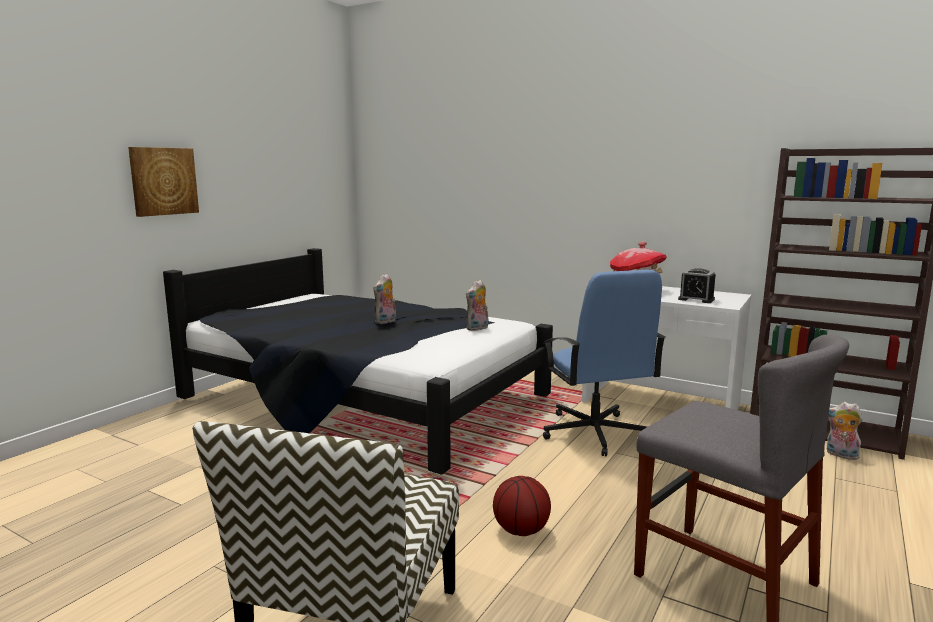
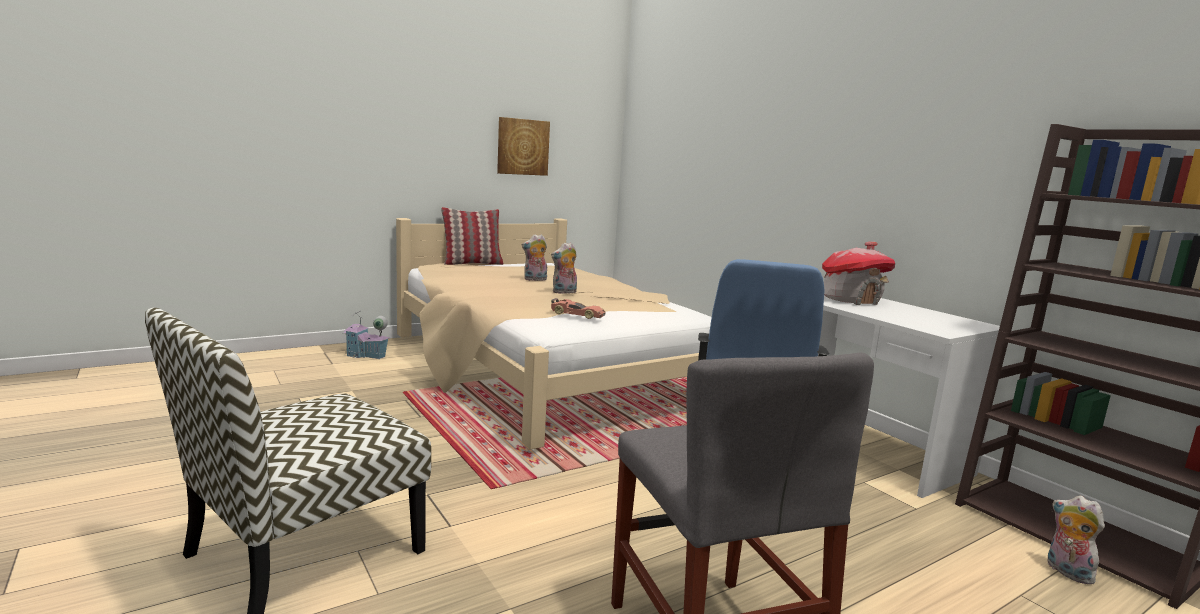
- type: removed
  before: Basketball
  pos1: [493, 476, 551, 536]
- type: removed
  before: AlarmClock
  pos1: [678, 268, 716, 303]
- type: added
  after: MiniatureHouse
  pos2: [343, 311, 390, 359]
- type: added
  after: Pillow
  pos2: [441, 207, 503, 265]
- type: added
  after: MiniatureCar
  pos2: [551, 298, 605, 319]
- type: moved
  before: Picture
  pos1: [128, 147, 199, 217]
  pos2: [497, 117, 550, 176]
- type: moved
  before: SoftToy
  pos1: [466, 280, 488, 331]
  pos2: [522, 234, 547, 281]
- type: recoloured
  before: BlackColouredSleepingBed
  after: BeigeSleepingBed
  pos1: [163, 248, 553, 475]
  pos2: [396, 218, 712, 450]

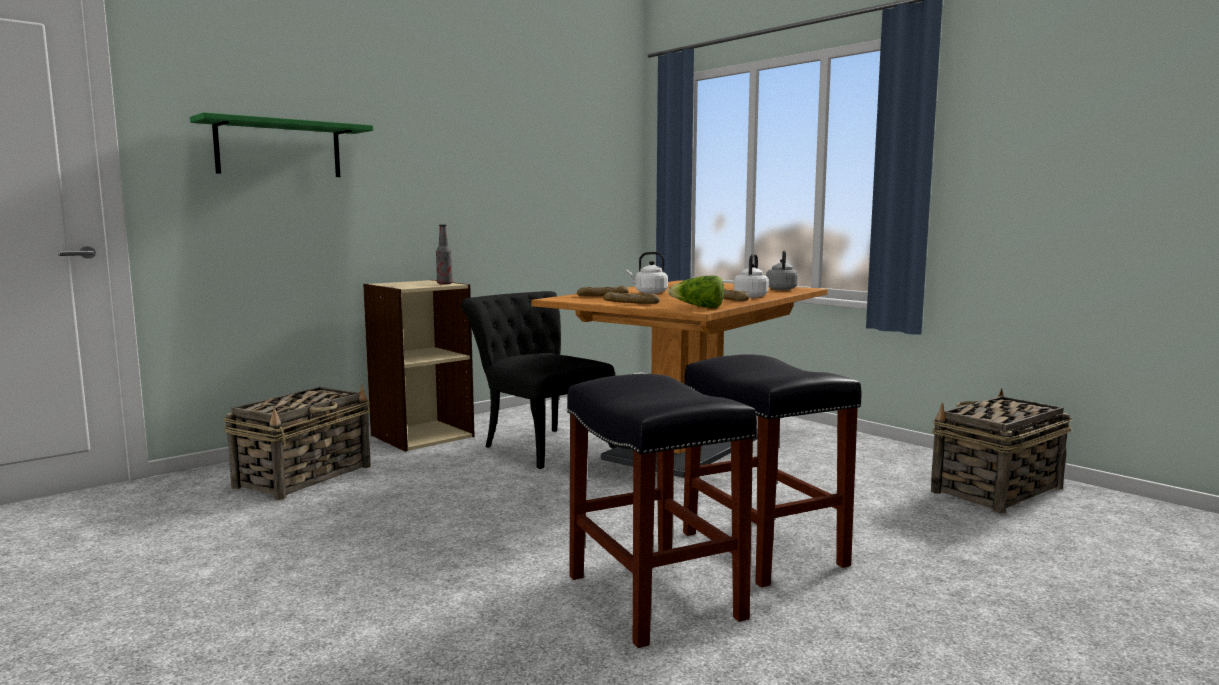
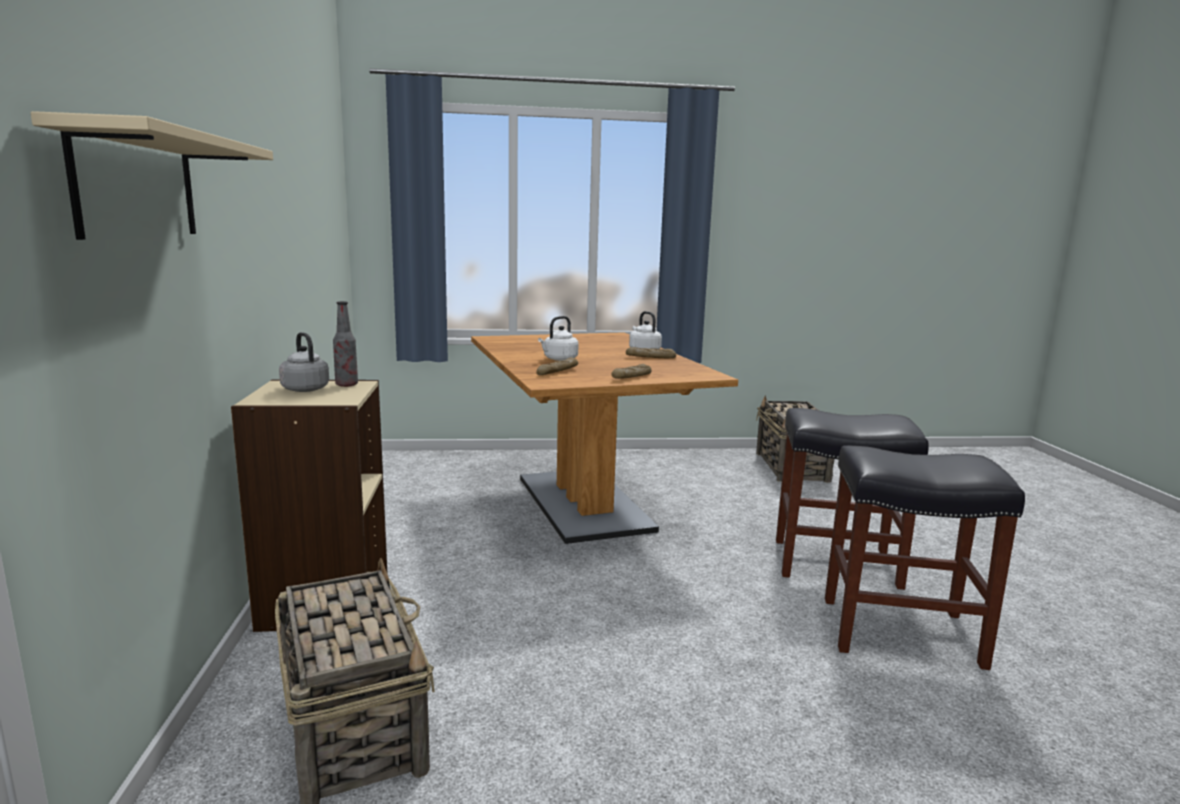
- type: removed
  before: BlackColouredChair
  pos1: [461, 291, 616, 469]
- type: removed
  before: HeadOfLettuce
  pos1: [668, 276, 724, 308]
- type: moved
  before: GrayWaterKettle
  pos1: [766, 250, 798, 290]
  pos2: [279, 332, 329, 392]
- type: recoloured
  before: GreenWallShelf
  after: BeigeWallShelf
  pos1: [190, 112, 373, 177]
  pos2: [31, 111, 273, 240]

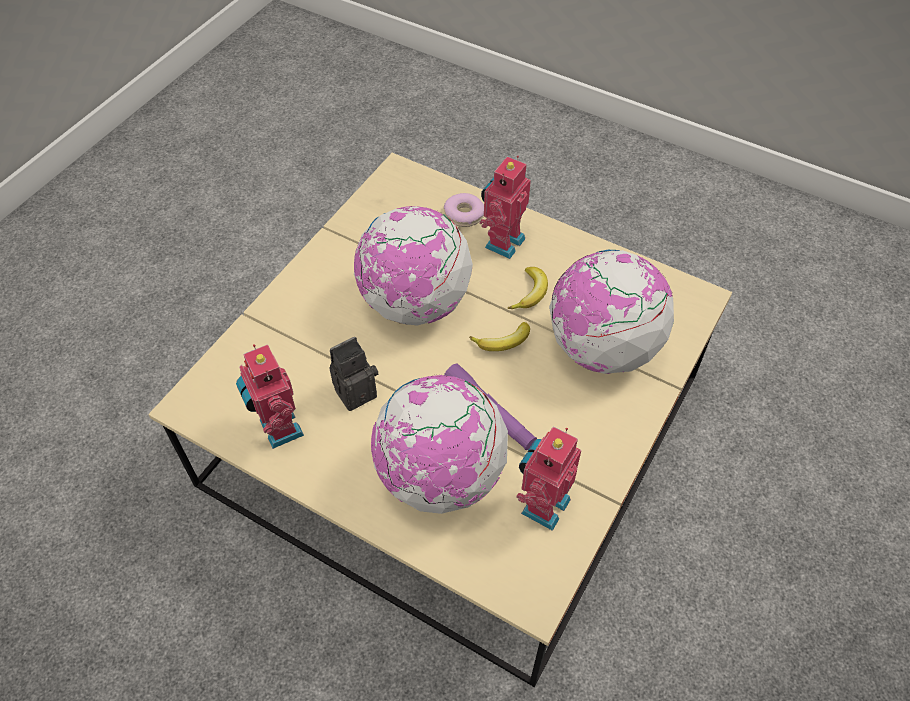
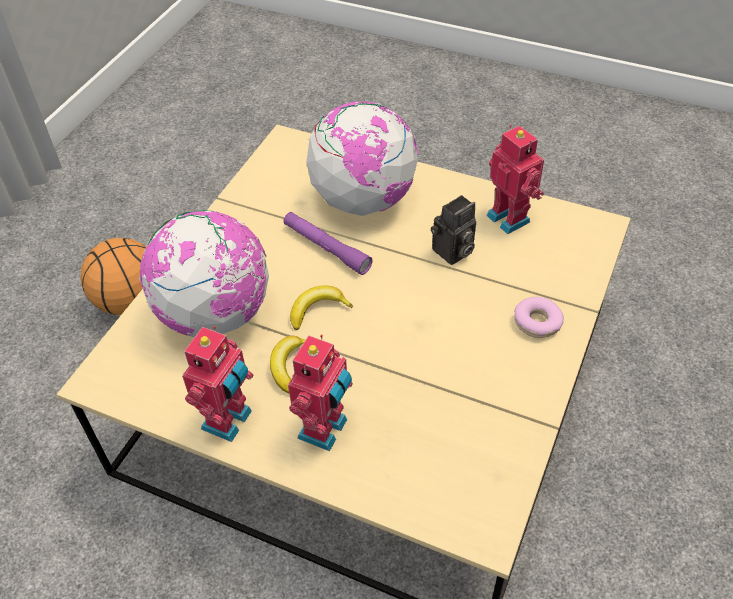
- type: removed
  before: WorldGlobe
  pos1: [354, 206, 473, 326]
- type: added
  after: Basketball
  pos2: [80, 238, 146, 315]
- type: moved
  before: Doughnut
  pos1: [444, 193, 484, 227]
  pos2: [514, 297, 564, 338]
- type: moved
  before: RobotFigure
  pos1: [516, 426, 581, 531]
  pos2: [182, 326, 253, 442]

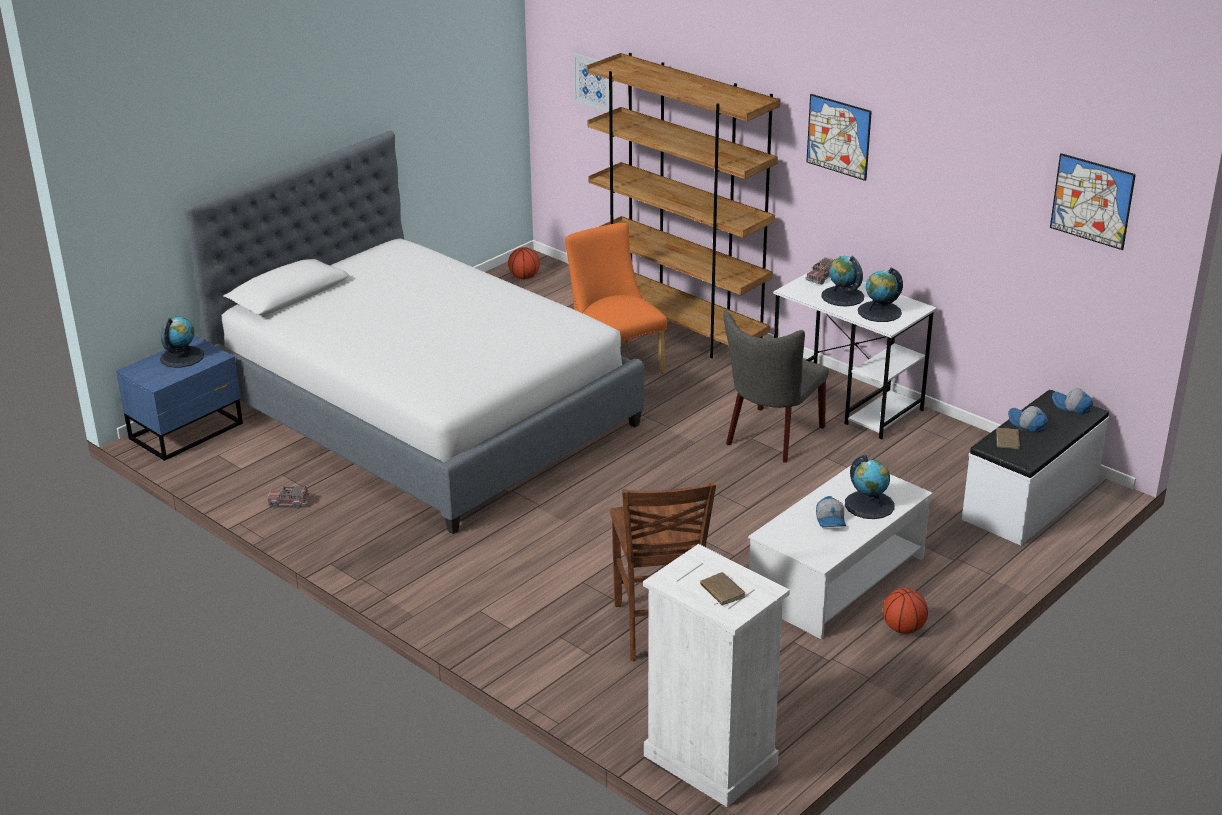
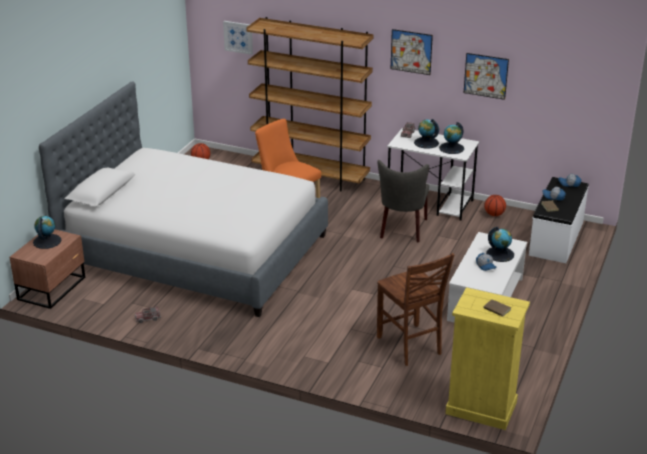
- type: moved
  before: Basketball
  pos1: [883, 588, 928, 634]
  pos2: [484, 195, 506, 216]
- type: moved
  before: Picture
  pos1: [1050, 153, 1136, 250]
  pos2: [464, 53, 509, 100]
- type: recoloured
  before: BlueNightstand
  after: BrownishNightstand
  pos1: [116, 336, 243, 461]
  pos2: [9, 229, 85, 309]
- type: recoloured
  before: WhiteDrawerChest
  after: YellowDrawerChest
  pos1: [643, 544, 790, 807]
  pos2: [445, 287, 530, 430]

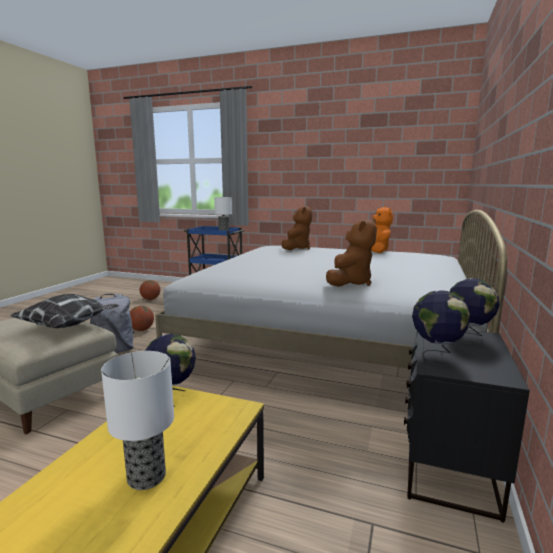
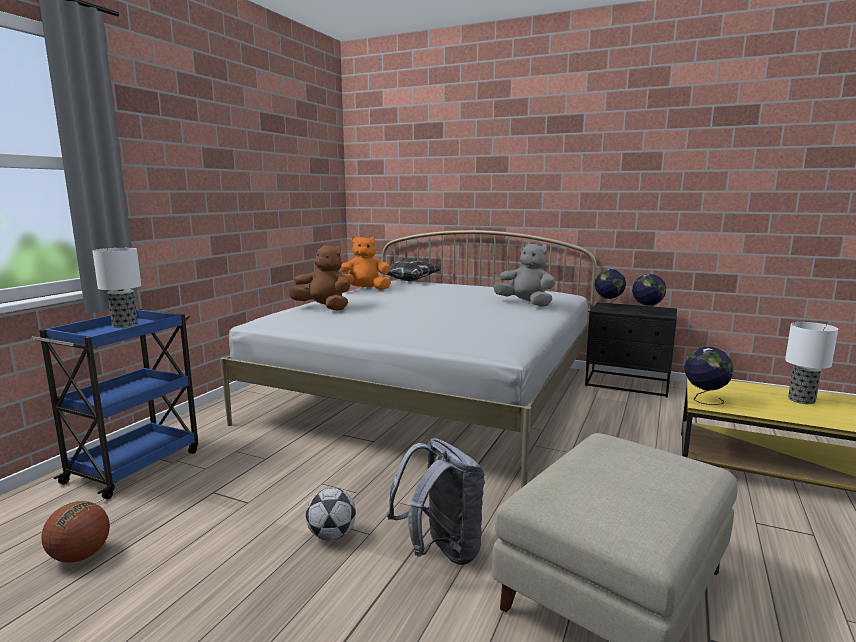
- type: moved
  before: Pillow
  pos1: [10, 294, 119, 328]
  pos2: [378, 258, 441, 281]
- type: replaced
  before: Basketball
  after: BallForFootball
  pos1: [130, 306, 154, 331]
  pos2: [306, 488, 356, 540]
- type: recoloured
  before: BrownishSoftToy
  after: GraySoftToy
  pos1: [326, 218, 377, 287]
  pos2: [493, 242, 556, 307]

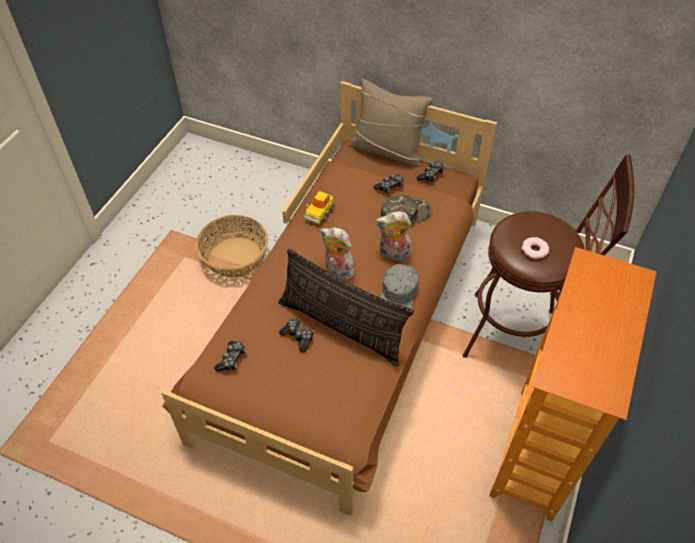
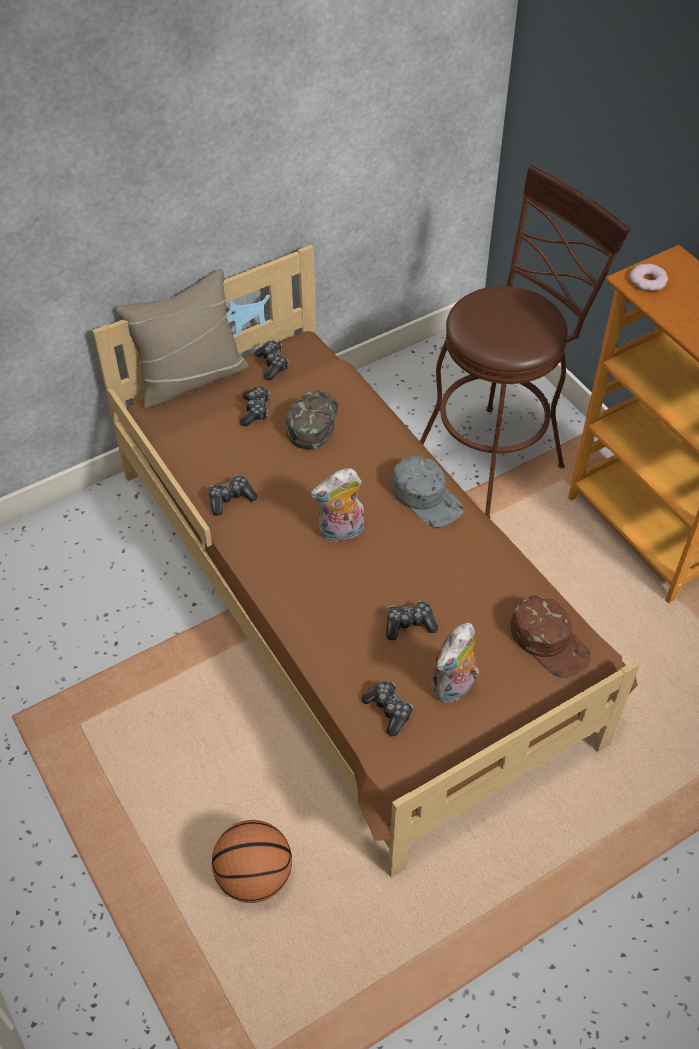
- type: removed
  before: Basket
  pos1: [196, 215, 268, 278]
- type: removed
  before: Pillow
  pos1: [278, 249, 414, 367]
- type: added
  after: Basketball
  pos2: [212, 820, 292, 903]
- type: added
  after: BrownishCap
  pos2: [511, 596, 592, 678]
- type: moved
  before: SoftToy
  pos1: [375, 212, 411, 263]
  pos2: [431, 623, 479, 703]
- type: moved
  before: Doughnut
  pos1: [522, 237, 549, 259]
  pos2: [629, 264, 668, 291]
- type: replaced
  before: MiniatureCar
  after: Gamepad
  pos1: [304, 190, 334, 224]
  pos2: [209, 475, 257, 516]

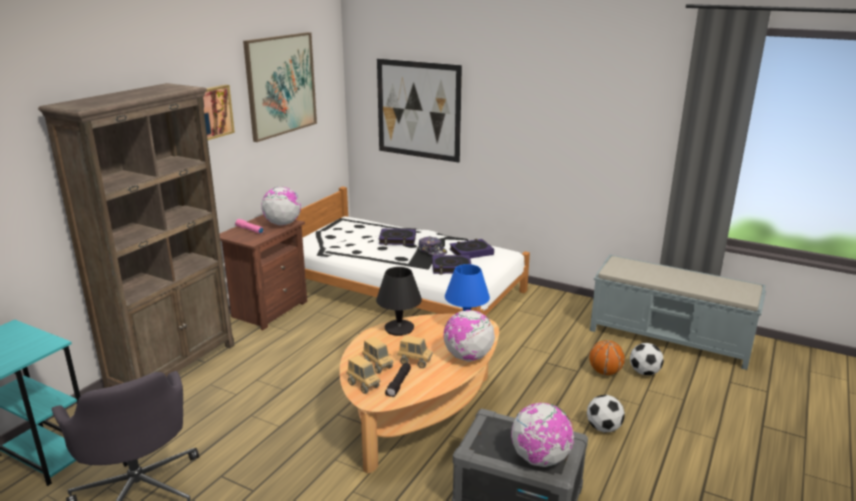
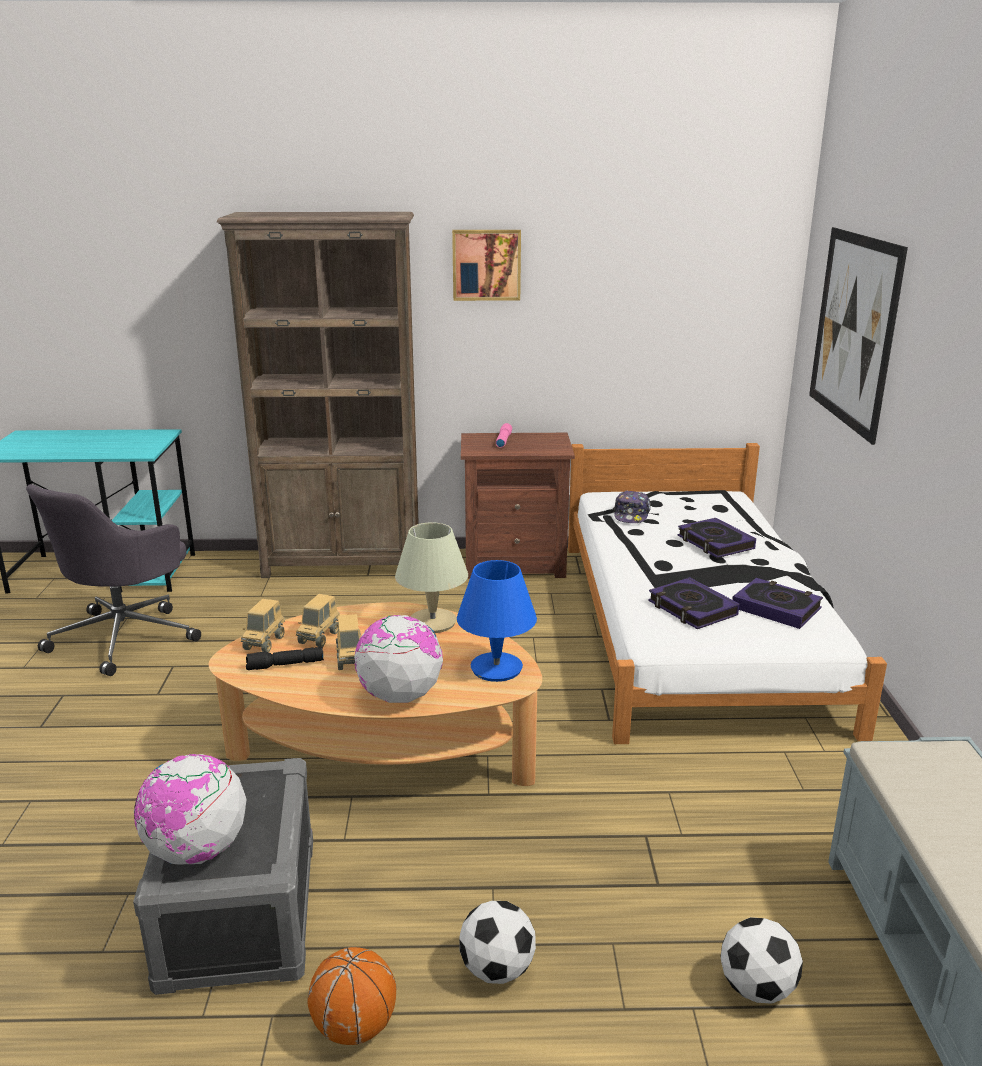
- type: removed
  before: Picture
  pos1: [243, 32, 317, 142]
- type: removed
  before: WorldGlobe
  pos1: [261, 187, 301, 226]
- type: moved
  before: Cap
  pos1: [417, 236, 447, 255]
  pos2: [614, 490, 650, 523]
- type: moved
  before: Basketball
  pos1: [589, 340, 625, 375]
  pos2: [308, 947, 396, 1045]
- type: recoloured
  before: BlackColouredTableLamp
  after: BeigeTableLamp
  pos1: [376, 267, 422, 336]
  pos2: [395, 522, 468, 633]

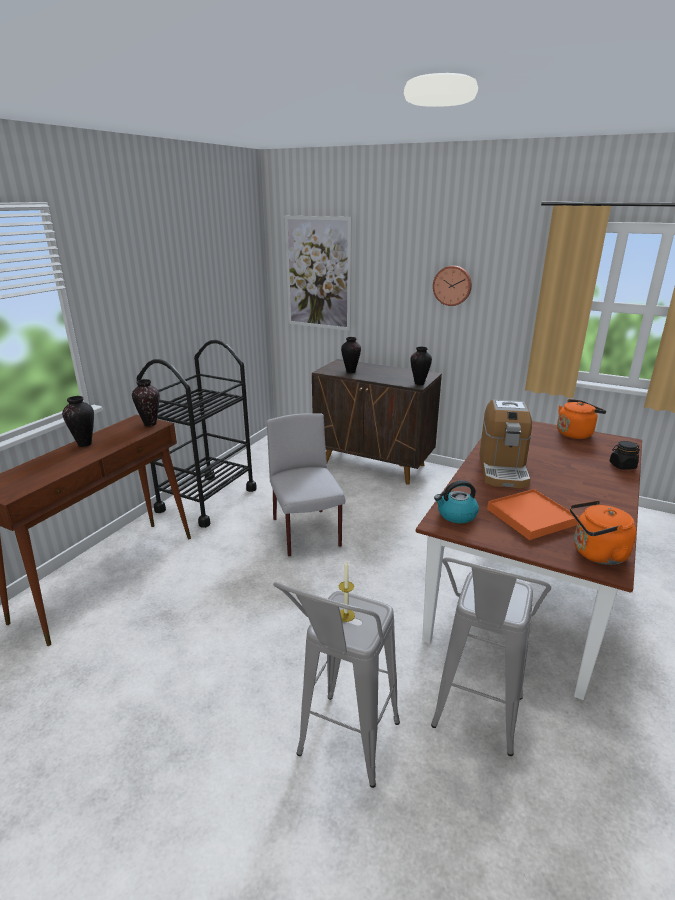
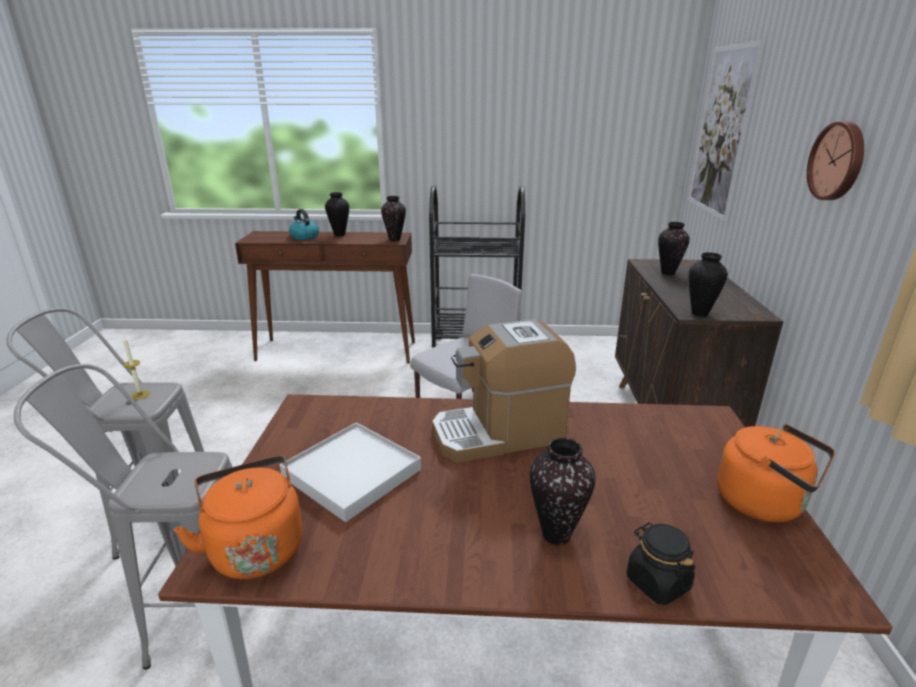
- type: added
  after: Vase
  pos2: [530, 437, 595, 545]
- type: moved
  before: WaterKettle
  pos1: [434, 481, 479, 523]
  pos2: [289, 209, 319, 240]
- type: recoloured
  before: OrangeColouredTray
  after: WhiteTray
  pos1: [487, 489, 579, 540]
  pos2: [280, 422, 421, 522]

